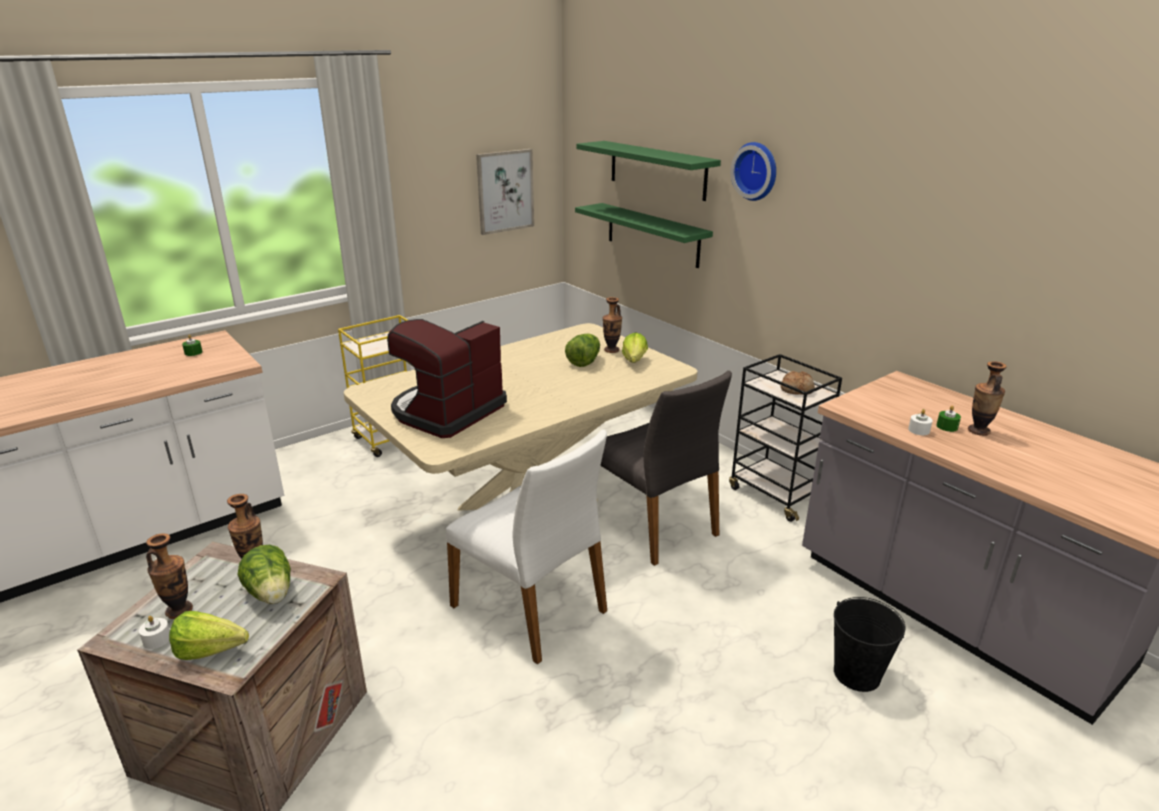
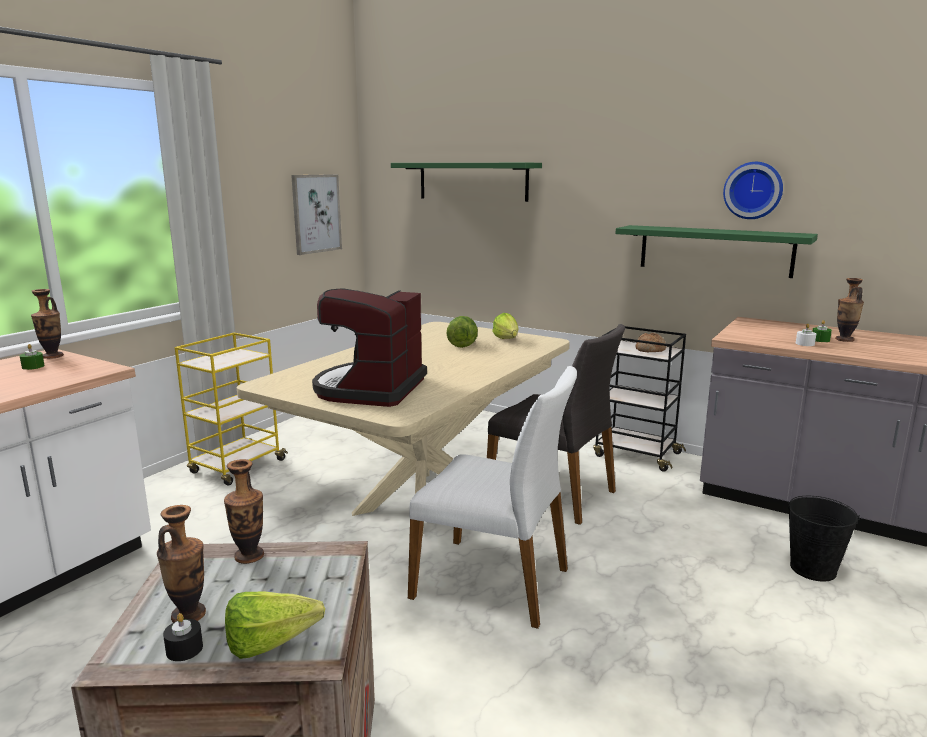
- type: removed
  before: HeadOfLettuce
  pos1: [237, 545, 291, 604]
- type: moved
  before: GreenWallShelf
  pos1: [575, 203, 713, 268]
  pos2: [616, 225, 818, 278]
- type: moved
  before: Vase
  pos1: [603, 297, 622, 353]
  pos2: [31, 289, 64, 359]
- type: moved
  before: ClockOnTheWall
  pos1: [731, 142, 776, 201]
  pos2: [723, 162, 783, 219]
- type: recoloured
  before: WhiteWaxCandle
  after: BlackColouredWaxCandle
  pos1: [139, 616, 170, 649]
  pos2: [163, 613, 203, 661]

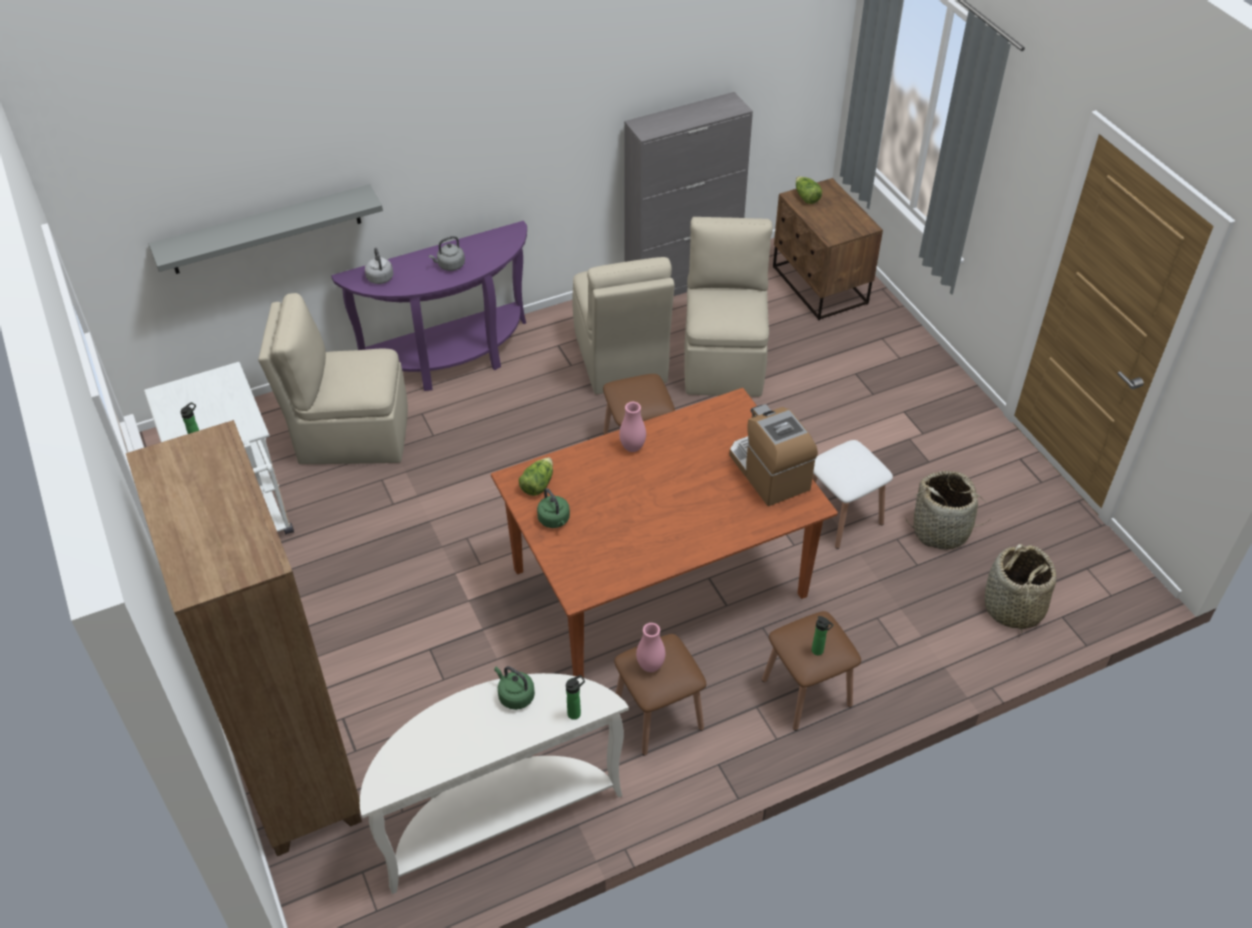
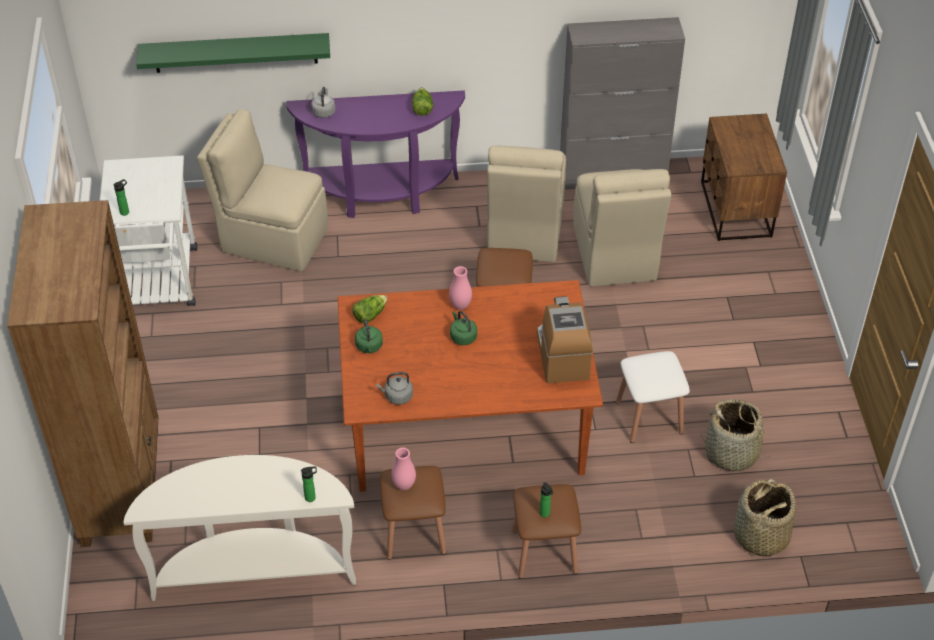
- type: moved
  before: GrayWaterKettle
  pos1: [429, 236, 465, 271]
  pos2: [376, 372, 413, 405]
- type: moved
  before: GreenWaterKettle
  pos1: [494, 666, 535, 710]
  pos2: [450, 311, 477, 345]
- type: moved
  before: HeadOfLettuce
  pos1: [796, 176, 822, 204]
  pos2: [412, 88, 433, 116]
- type: recoloured
  before: GrayWallShelf
  after: GreenWallShelf
  pos1: [149, 184, 383, 274]
  pos2: [136, 33, 330, 73]
- type: turned
  before: BeigeChair
  pos1: [684, 217, 773, 397]
  pos2: [573, 169, 671, 287]
  turn: 150

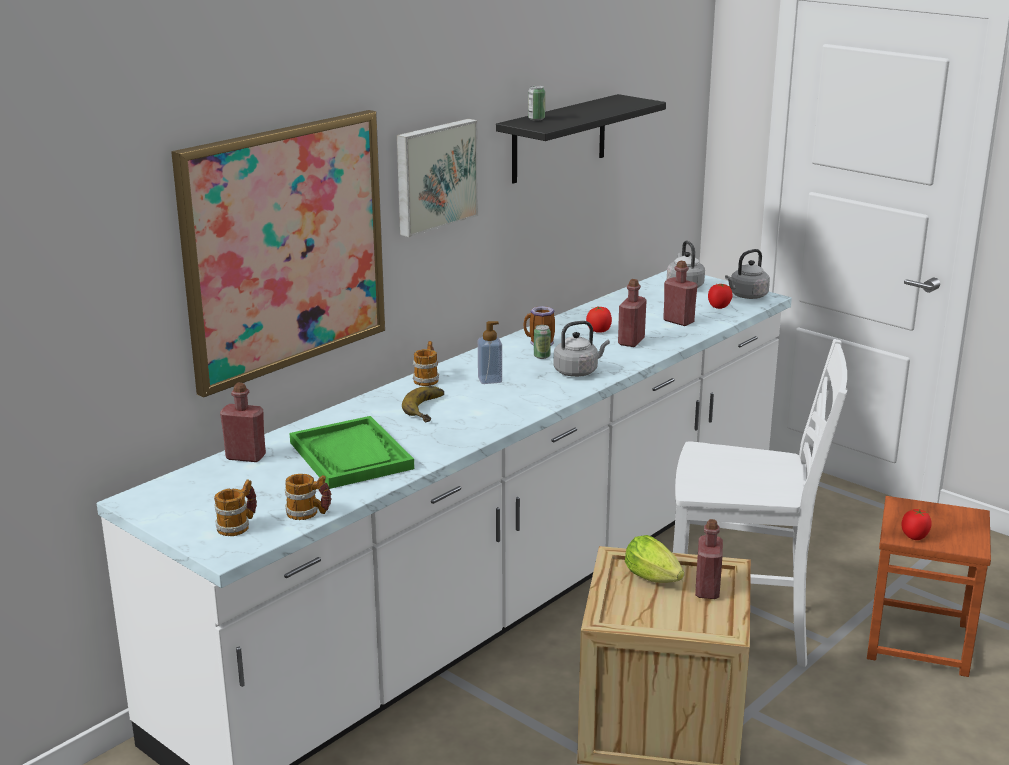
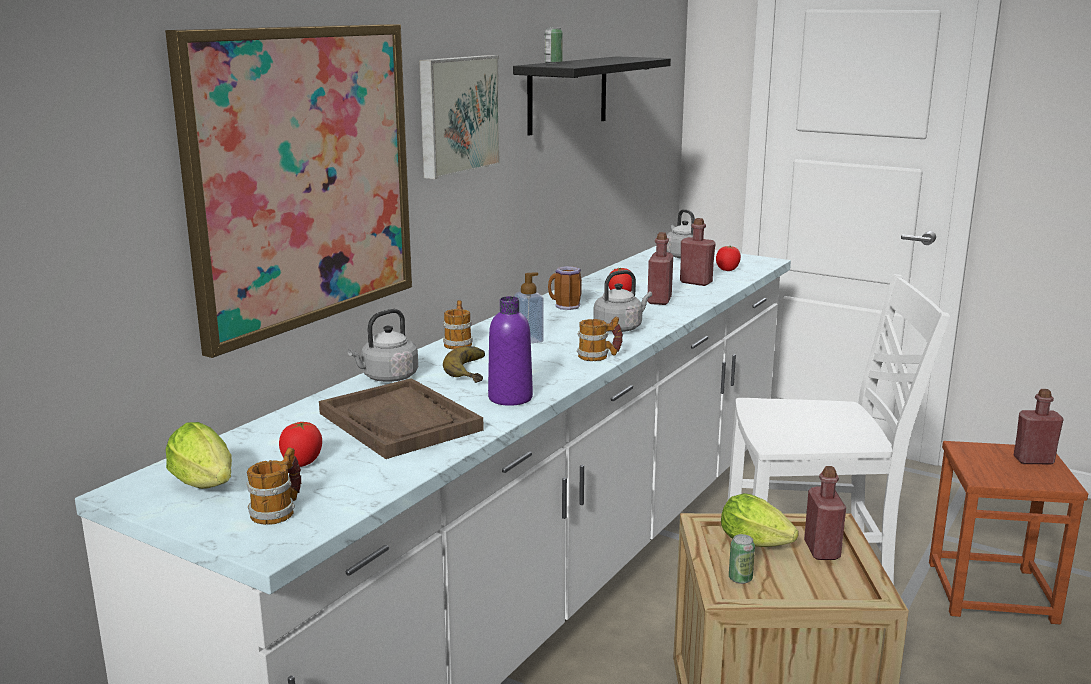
- type: added
  after: HeadOfLettuce
  pos2: [166, 422, 232, 489]
- type: added
  after: PurplishBottle
  pos2: [488, 296, 533, 406]
- type: moved
  before: ReddishBottle
  pos1: [220, 383, 266, 462]
  pos2: [1014, 389, 1063, 464]
- type: moved
  before: CoffeeMug
  pos1: [285, 474, 332, 520]
  pos2: [577, 316, 623, 361]
- type: moved
  before: Can
  pos1: [534, 325, 551, 359]
  pos2: [729, 534, 755, 584]
- type: moved
  before: GrayWaterKettle
  pos1: [725, 249, 770, 299]
  pos2: [347, 309, 418, 382]
- type: moved
  before: WholeTomato
  pos1: [902, 509, 932, 540]
  pos2: [279, 422, 322, 467]
- type: recoloured
  before: GreenTray
  after: BrownishTray
  pos1: [290, 416, 414, 489]
  pos2: [319, 378, 484, 459]

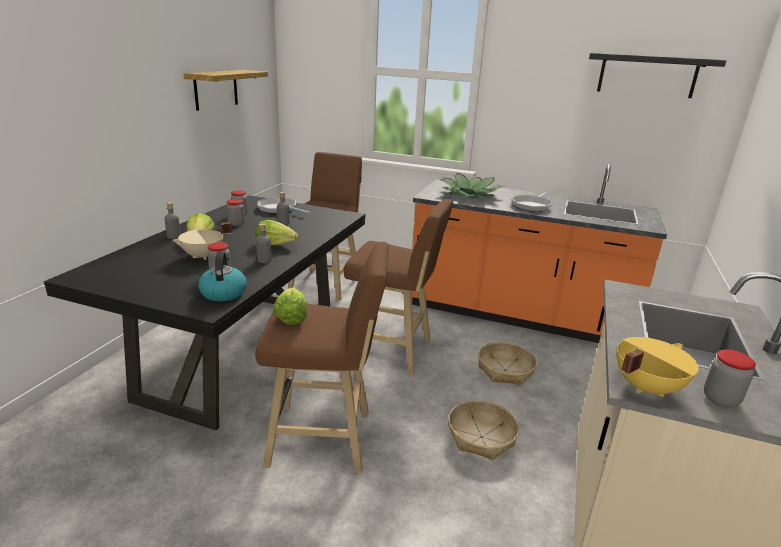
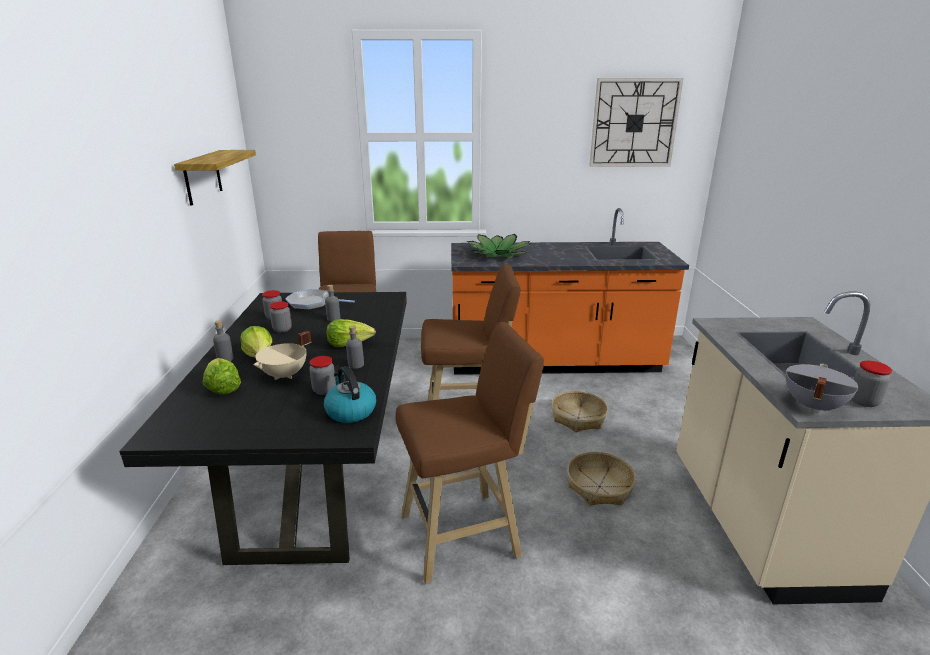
- type: removed
  before: FryingPan
  pos1: [511, 192, 553, 211]
- type: moved
  before: HeadOfLettuce
  pos1: [273, 288, 308, 325]
  pos2: [203, 358, 241, 395]
- type: replaced
  before: BlackColouredWallShelf
  after: ClockOnTheWall
  pos1: [589, 53, 726, 98]
  pos2: [589, 78, 683, 167]
- type: recoloured
  before: YellowStockpot
  after: GrayStockpot
  pos1: [616, 337, 699, 397]
  pos2: [786, 364, 859, 413]

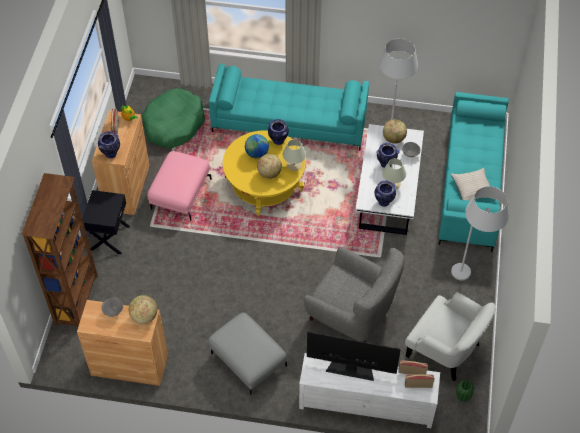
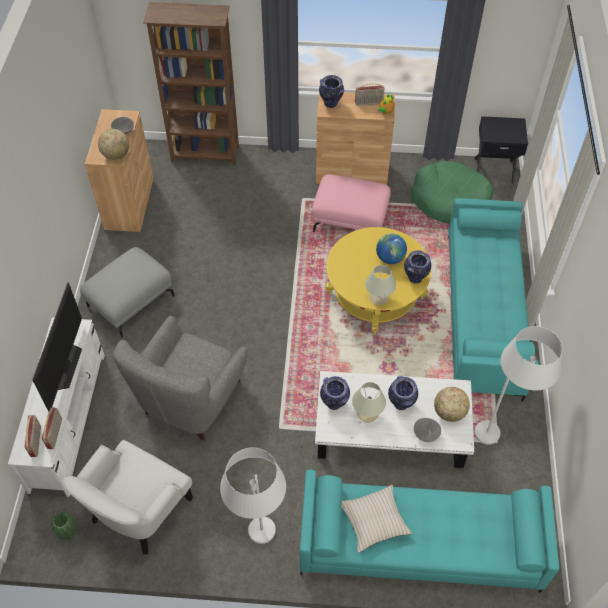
- type: removed
  before: WorldGlobe
  pos1: [257, 154, 282, 179]
- type: moved
  before: BlackColouredNightstand
  pos1: [83, 190, 130, 254]
  pos2: [475, 116, 528, 184]

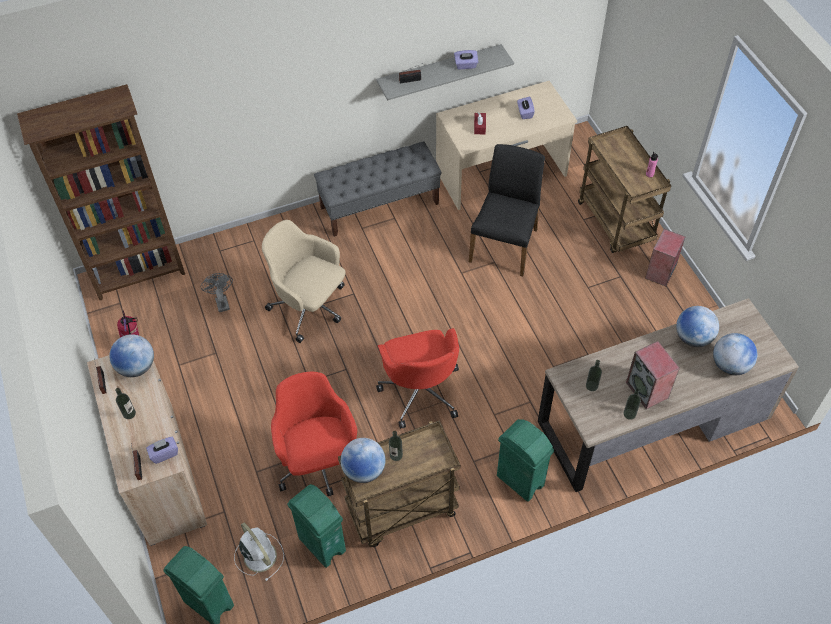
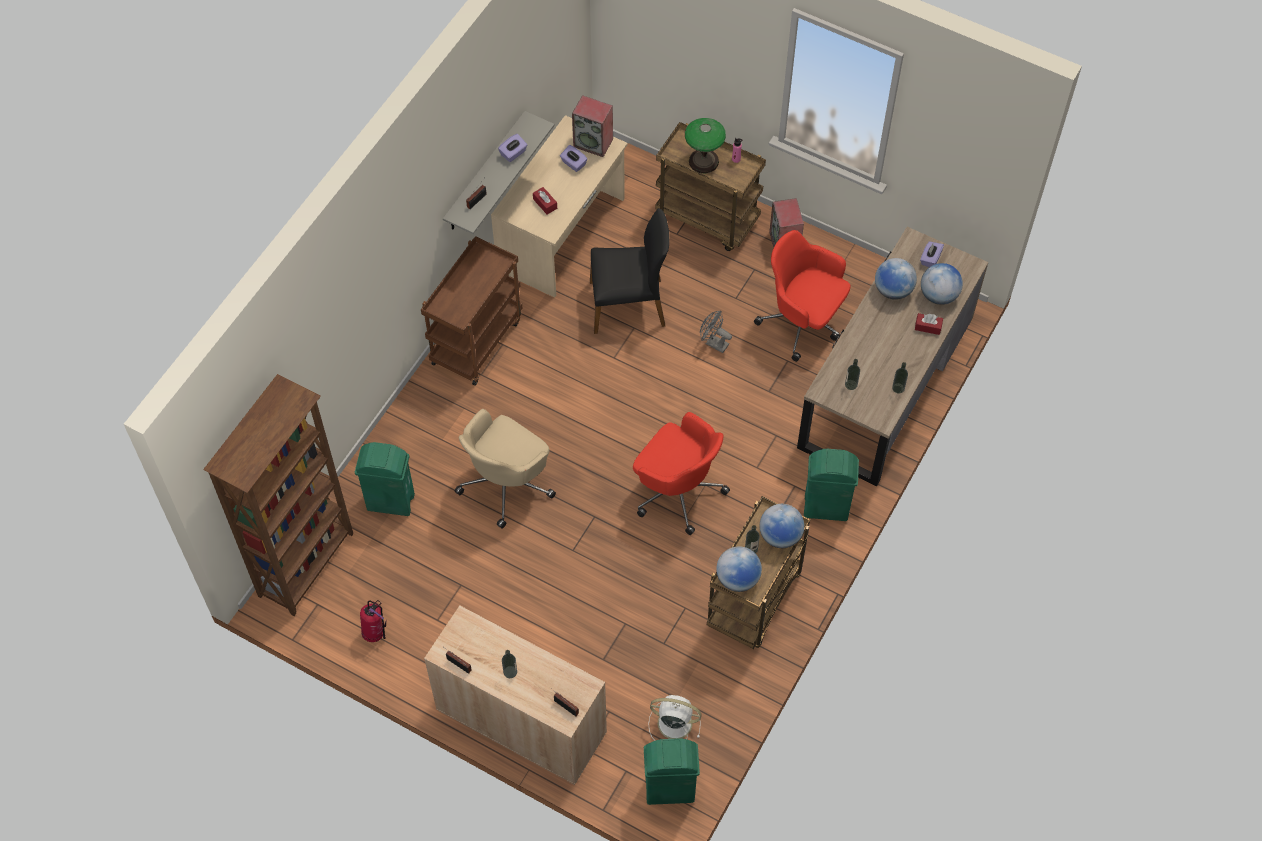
- type: added
  after: TableLamp
  pos2: [685, 118, 726, 173]
- type: added
  after: ReddishTissueBox
  pos2: [915, 313, 943, 335]
- type: moved
  before: WorldGlobe
  pos1: [109, 334, 154, 377]
  pos2: [760, 504, 804, 548]
- type: moved
  before: PurplishTissueBox
  pos1: [146, 437, 178, 464]
  pos2: [920, 241, 944, 267]
- type: moved
  before: GrayCoolingFan
  pos1: [201, 273, 233, 312]
  pos2: [700, 310, 732, 353]
- type: moved
  before: ReddishDeskChair
  pos1: [271, 372, 357, 496]
  pos2: [754, 230, 851, 362]
- type: moved
  before: GreenWasteBin
  pos1: [287, 484, 346, 568]
  pos2: [355, 442, 415, 516]
- type: moved
  before: AudioSpeaker
  pos1: [626, 341, 680, 409]
  pos2: [572, 95, 613, 157]
- type: replaced
  before: GrayBench
  after: BrownishWheeledCart
  pos1: [314, 141, 441, 237]
  pos2: [421, 236, 523, 386]
- type: turned
  before: BeigeDeskChair
  pos1: [262, 220, 346, 343]
  pos2: [455, 409, 556, 529]
  turn: -45
- type: turned
  before: BlackColouredChair
  pos1: [469, 144, 545, 276]
  pos2: [590, 208, 670, 334]
  turn: 105

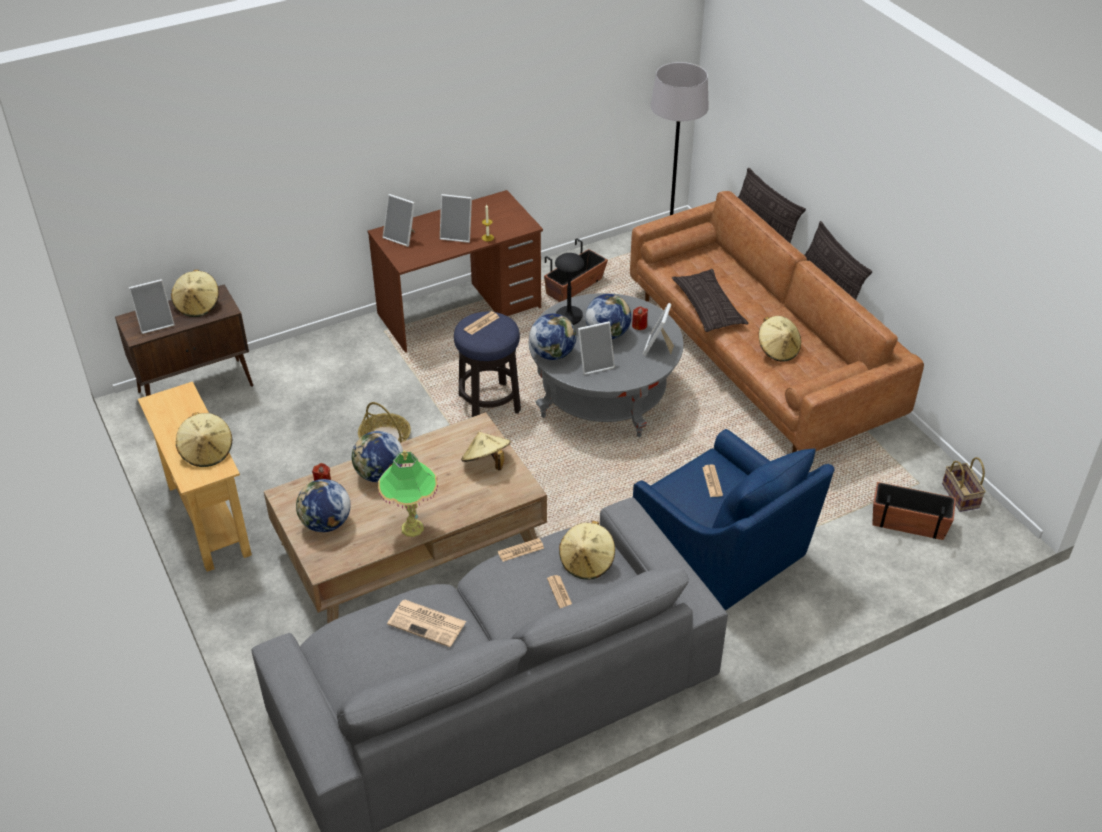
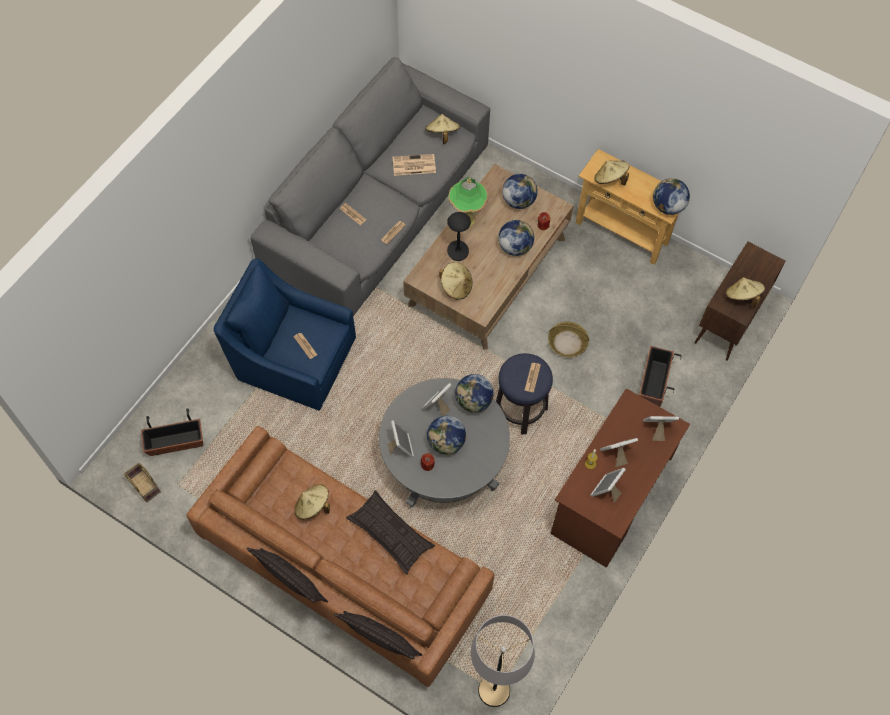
- type: added
  after: WorldGlobe
  pos2: [653, 178, 690, 215]
- type: moved
  before: PhotoFrame
  pos1: [128, 279, 175, 334]
  pos2: [590, 468, 626, 503]
- type: moved
  before: Planter
  pos1: [544, 239, 608, 302]
  pos2: [639, 346, 682, 407]
- type: moved
  before: BlackColouredTableLamp
  pos1: [555, 253, 584, 325]
  pos2: [447, 212, 471, 261]
- type: moved
  before: BeigeWearableHat
  pos1: [559, 521, 615, 580]
  pos2: [425, 114, 461, 144]

